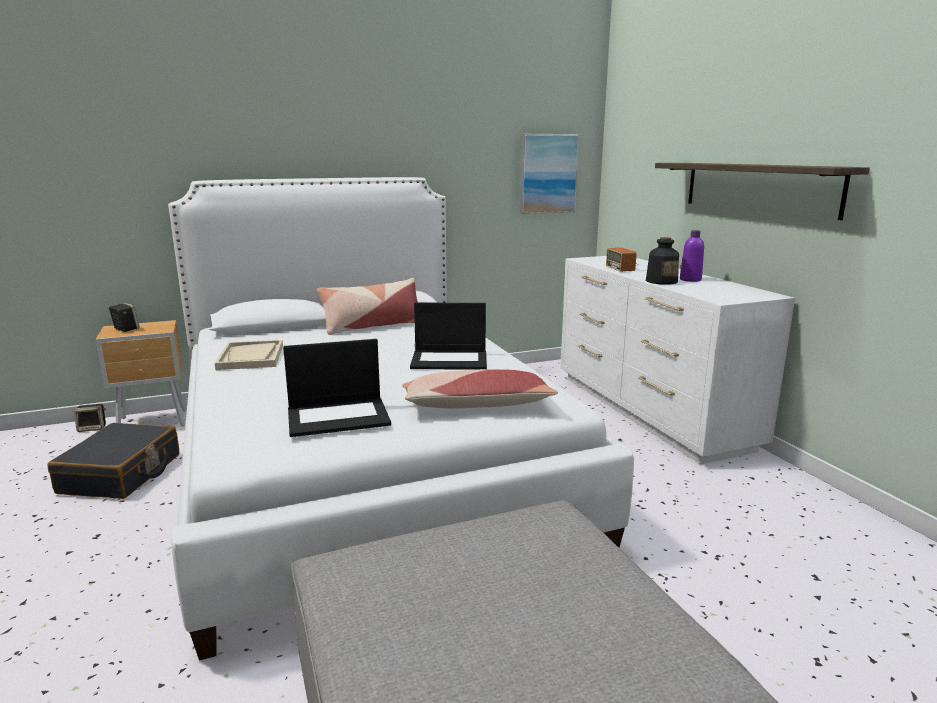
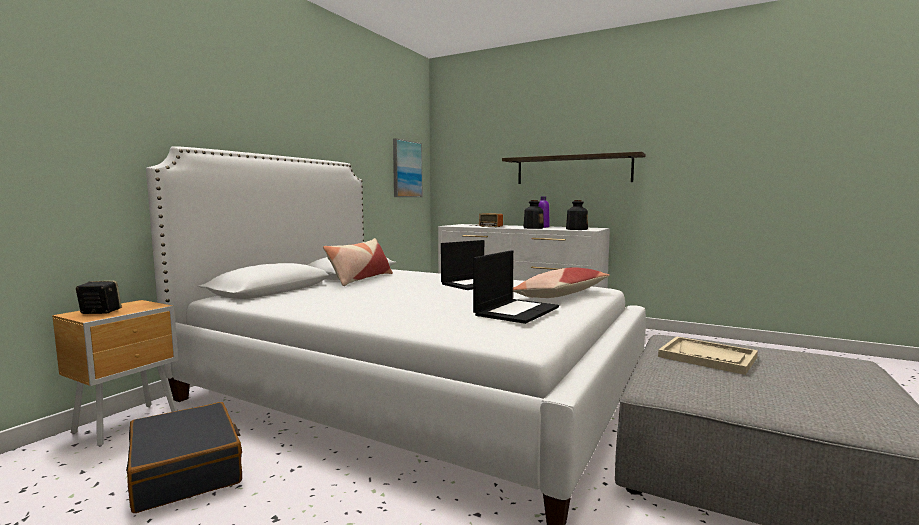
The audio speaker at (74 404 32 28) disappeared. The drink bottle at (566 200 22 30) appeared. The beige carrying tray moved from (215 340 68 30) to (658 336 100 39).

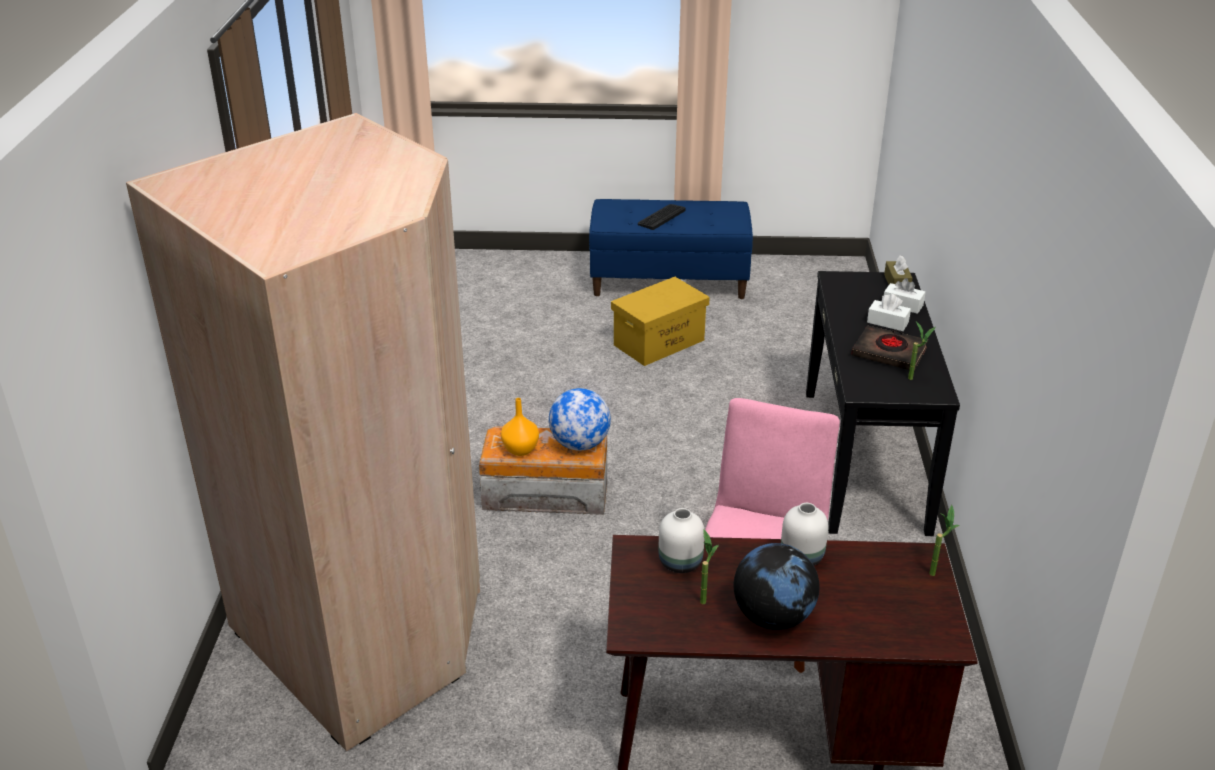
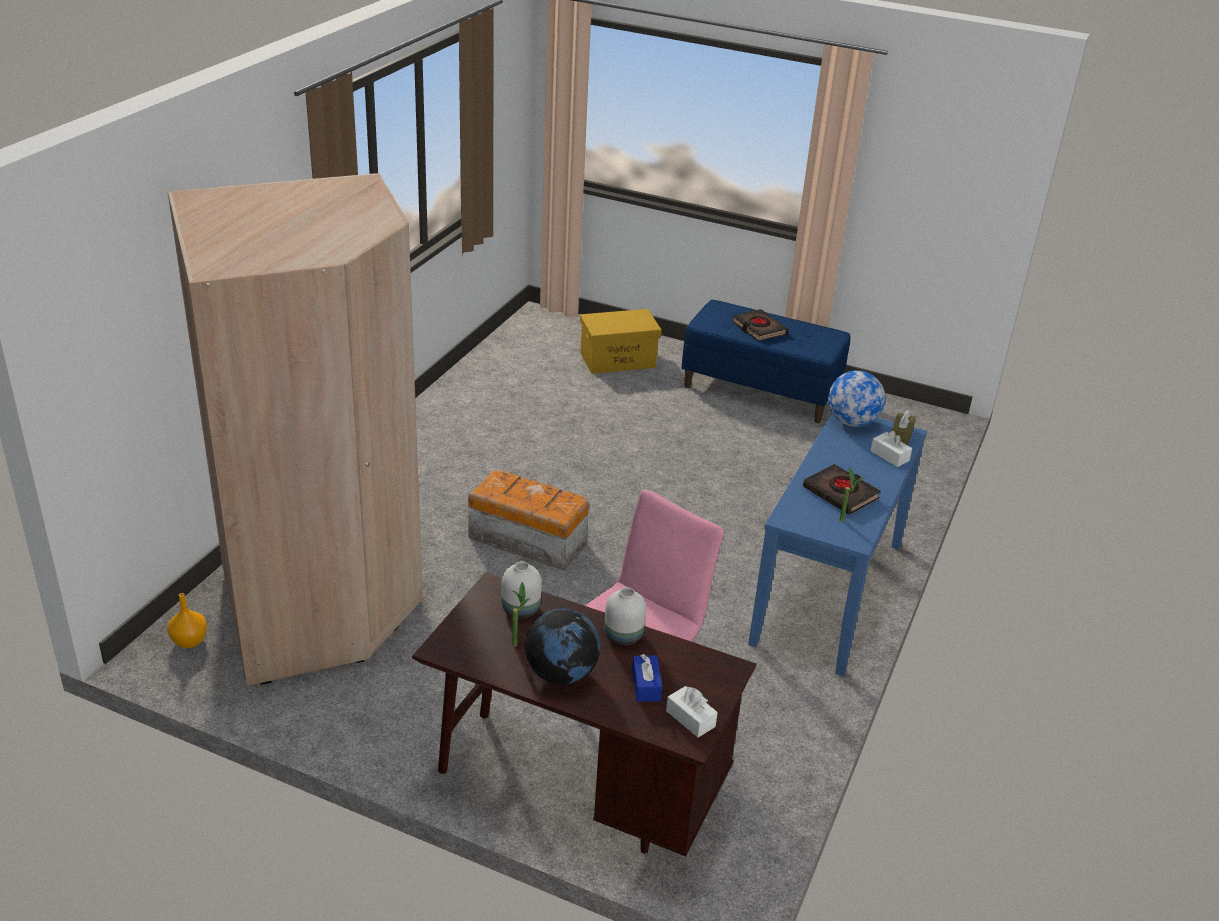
The plant in a pot at (929 505 30 71) disappeared. The bluish tissue holder at (632 654 30 48) appeared. The orangey vase moved from (501 398 38 58) to (167 593 40 55). The world globe moved from (549 388 62 63) to (828 370 57 57). The yellow storage box moved from (611 277 99 89) to (580 309 82 65). The white-coloured tissue holder moved from (867 294 44 37) to (666 686 52 52). The keyboard at (638 204 48 26) was replaced by the black-coloured bound book at (732 309 56 32). The black-coloured console table at (806 271 154 265) became the bluish console table at (748 414 179 262).

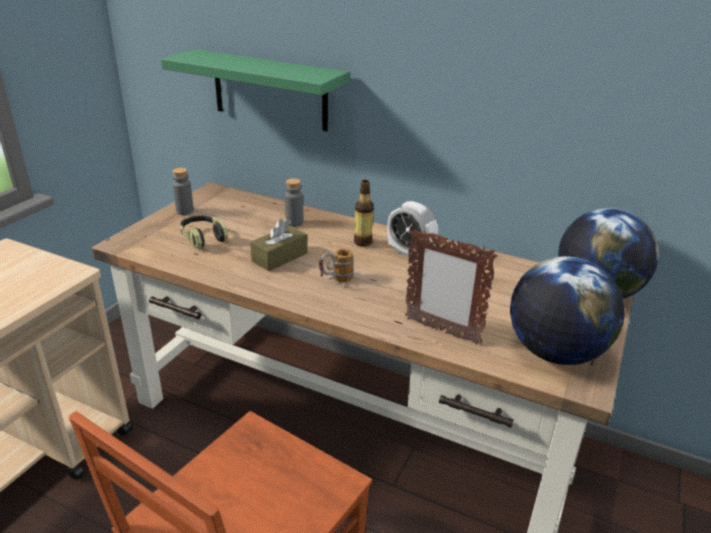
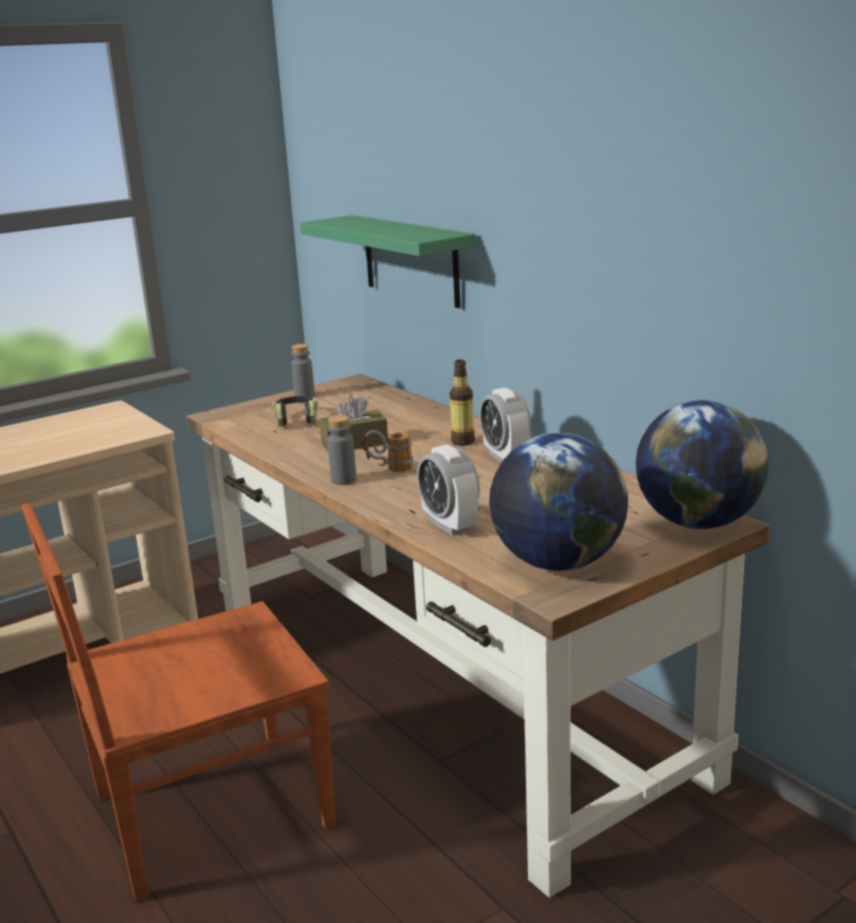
The greyish drink bottle moved from (285 178 18 49) to (327 415 29 70). The photo frame at (405 228 92 117) was replaced by the alarm clock at (417 444 63 91).

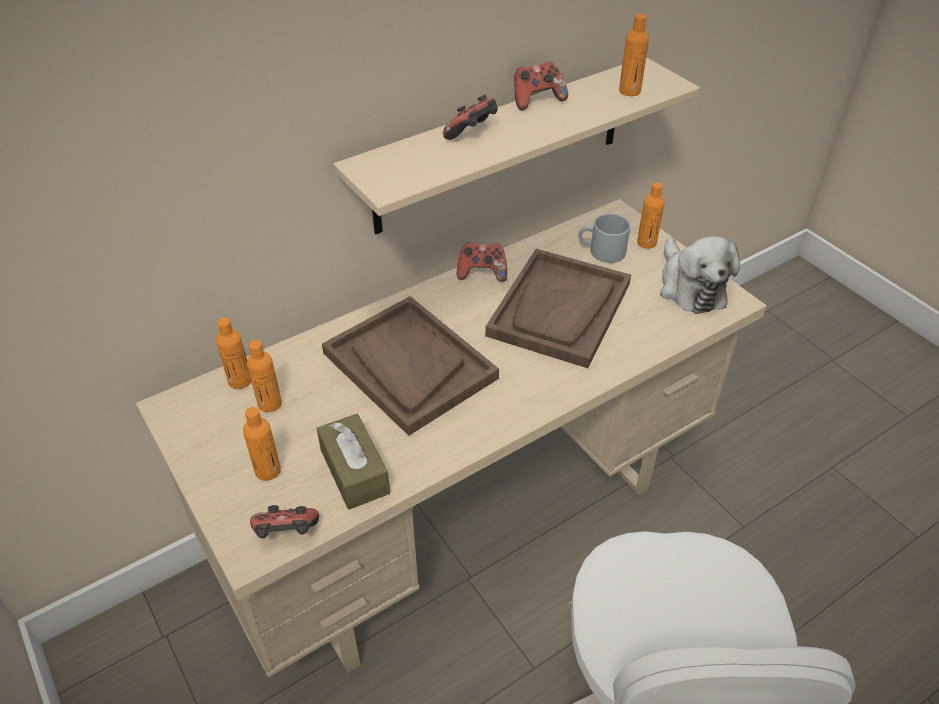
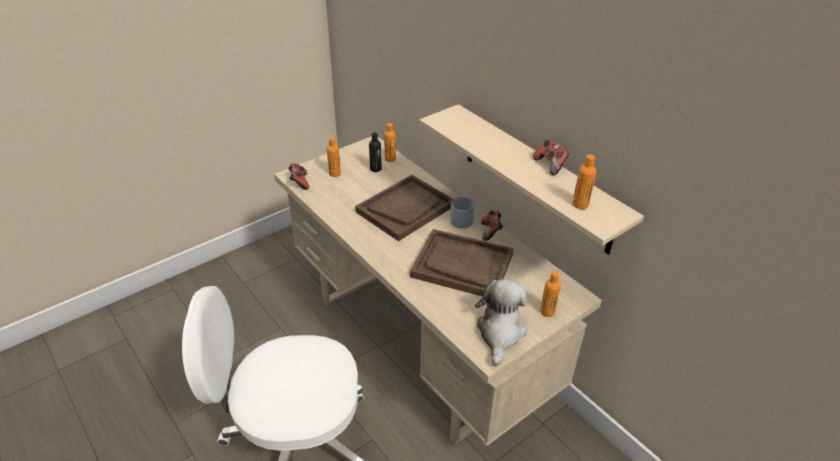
The brown tissue holder at (317 414 73 96) disappeared. The gamepad at (443 95 55 45) disappeared. The greyish mug moved from (578 214 52 49) to (450 197 24 31). The orangey drink bottle at (247 340 35 72) became the black-coloured drink bottle at (369 133 13 39). The plush toy at (660 236 80 78) turned 120 degrees clockwise.

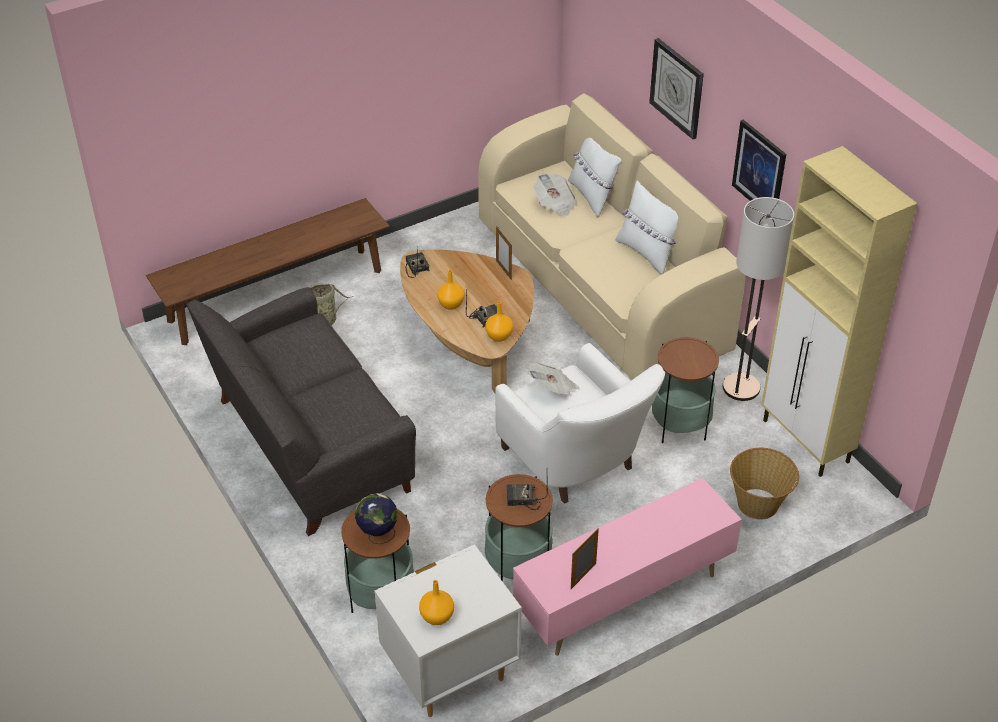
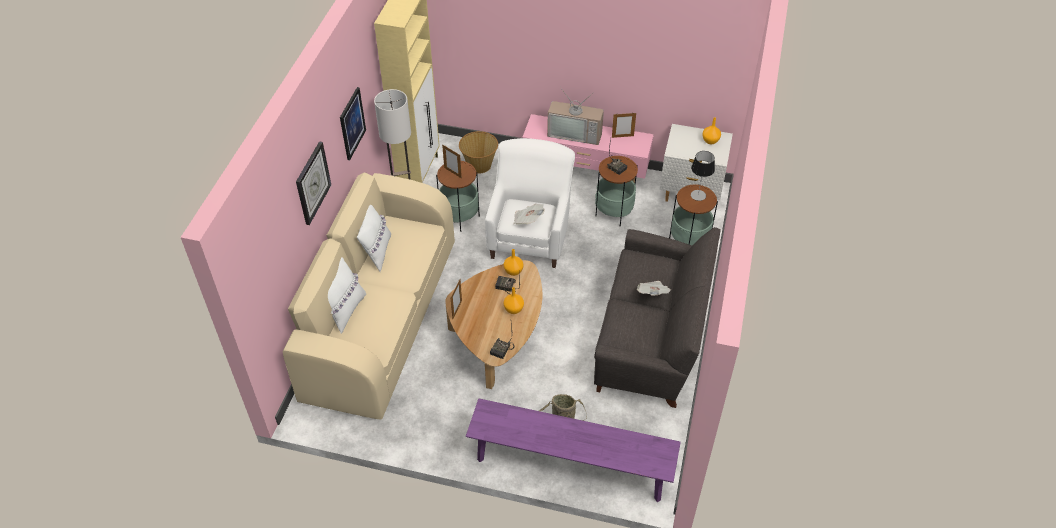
The photo frame at (442 144 20 34) appeared. The TV at (547 87 57 58) appeared. The printed paper moved from (534 173 43 44) to (637 281 34 15). The world globe at (355 493 43 51) was replaced by the lamp for a table at (691 151 24 50). The brown long seat at (146 198 244 147) became the purple long seat at (466 398 215 104).

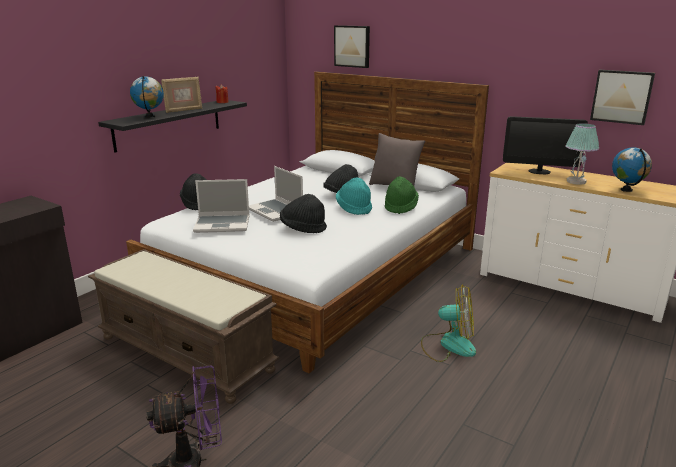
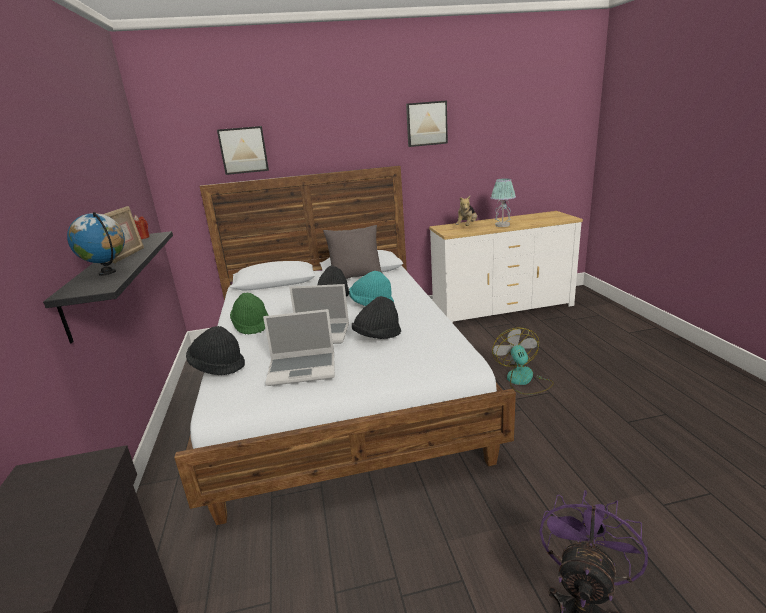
The brown long seat at (88 249 191 155) disappeared. The world globe at (612 147 40 45) disappeared. The green clothing hat moved from (385 176 34 38) to (230 293 39 41). The picture moved from (590 70 65 55) to (406 100 42 47). The monitor at (503 116 85 59) was replaced by the plush toy at (455 196 22 30). The laptop at (193 179 57 54) turned 45 degrees clockwise. The fan at (421 285 55 77) turned 60 degrees counterclockwise.

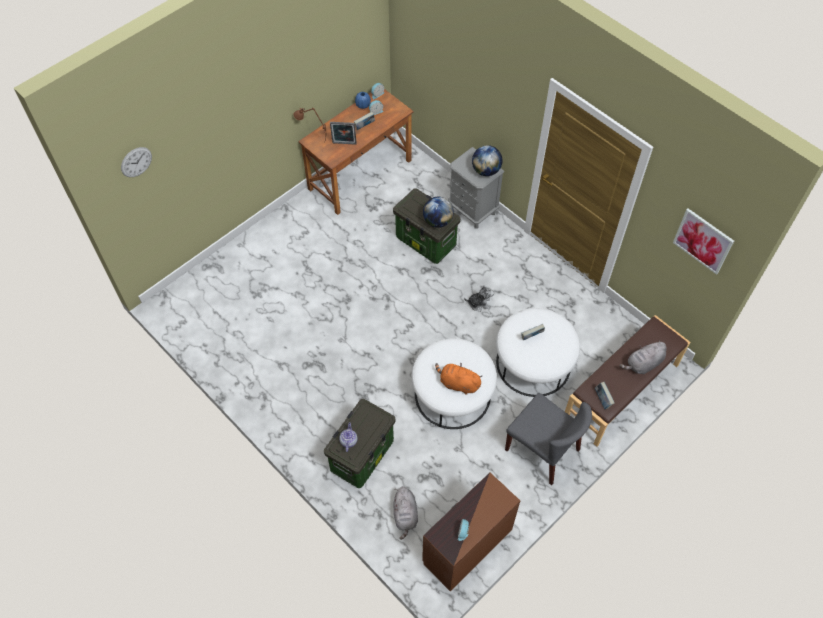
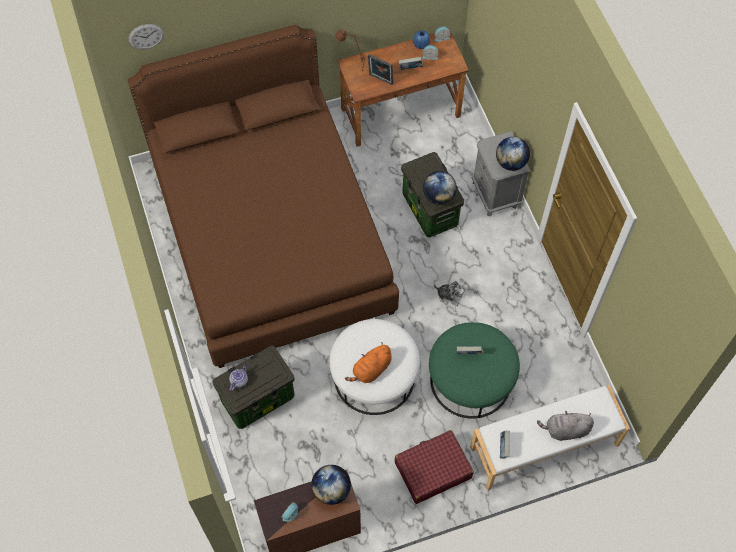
The greyish plush toy at (394 486 24 54) disappeared. The picture at (673 209 61 66) disappeared. The brown sleeping bed at (128 24 271 344) appeared. The world globe at (311 465 40 40) appeared. The greyish plain chair at (505 393 87 92) was replaced by the red travel case at (395 430 79 74). The white-coloured footrest at (496 308 84 89) became the green footrest at (429 322 91 97). The brown long seat at (565 315 125 132) became the white-coloured long seat at (470 385 160 106). The orangey plush toy at (435 363 48 32) turned 90 degrees counterclockwise.

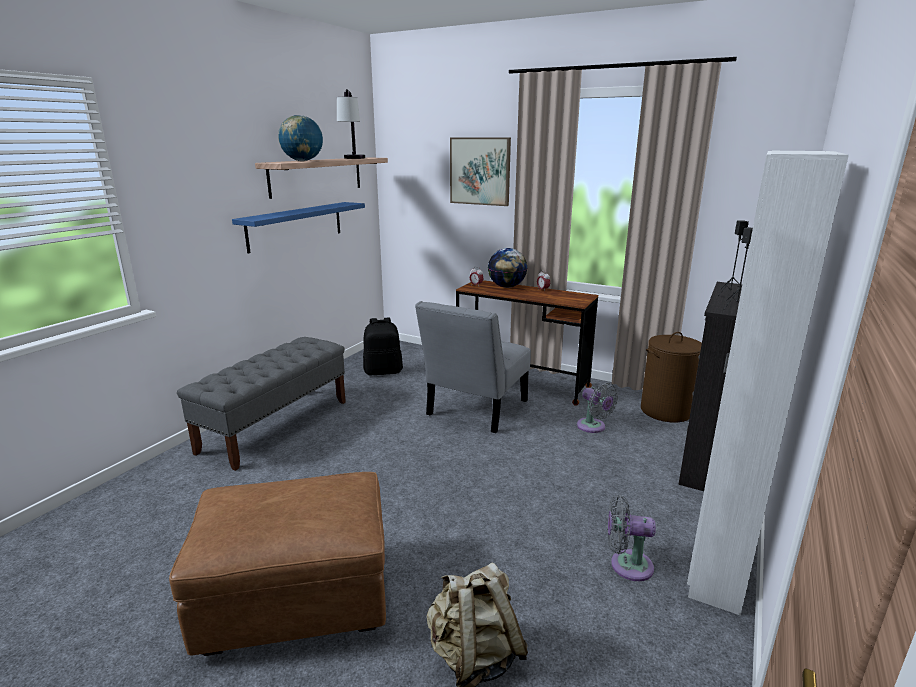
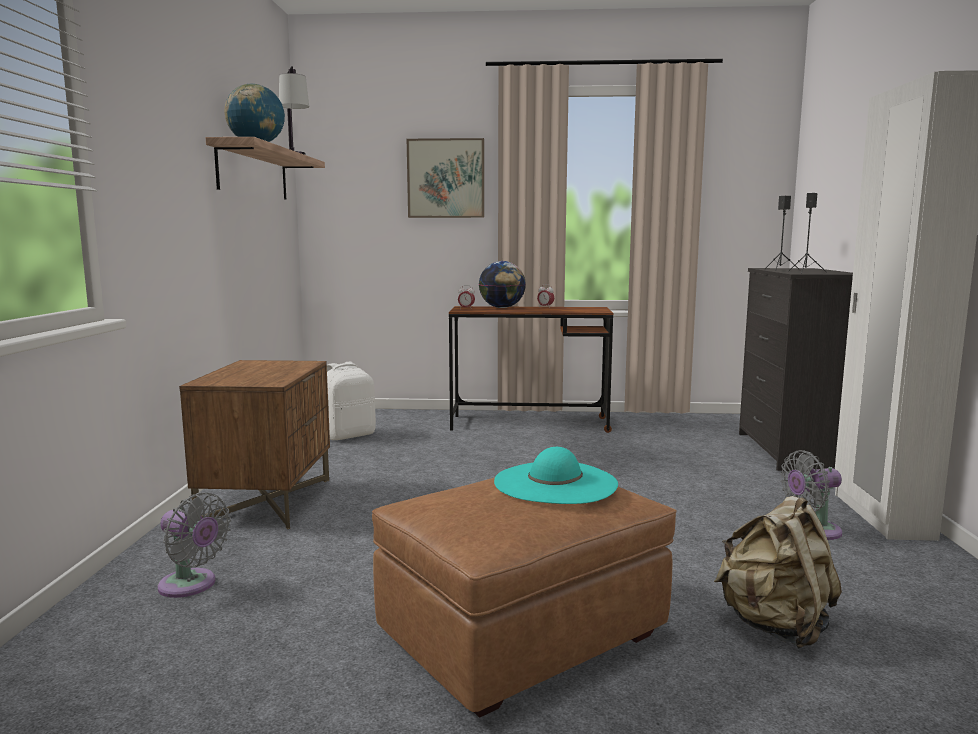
The bluish wall shelf at (232 202 133 51) disappeared. The greyish plain chair at (415 301 116 132) disappeared. The brown washing basket at (641 332 61 91) disappeared. The blue-green clothing hat at (494 447 124 57) appeared. The greyish fan moved from (577 383 41 50) to (158 492 73 106). The greyish long seat at (177 337 169 134) was replaced by the brown bedside table at (179 360 151 169). The black-coloured knapsack at (363 318 40 57) became the white-coloured knapsack at (327 361 49 79).

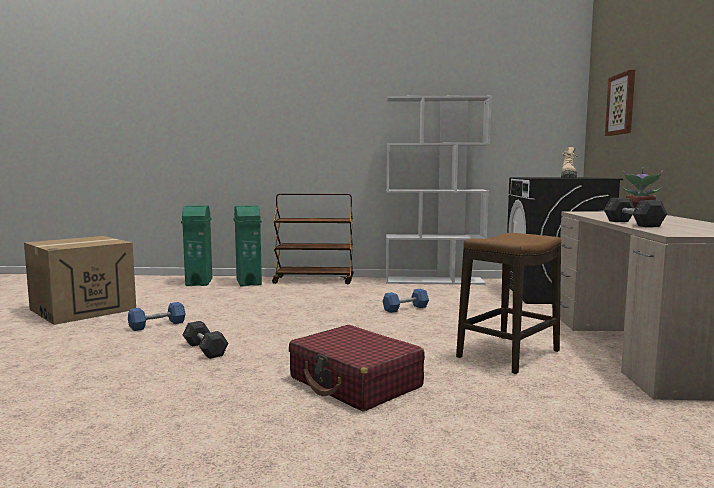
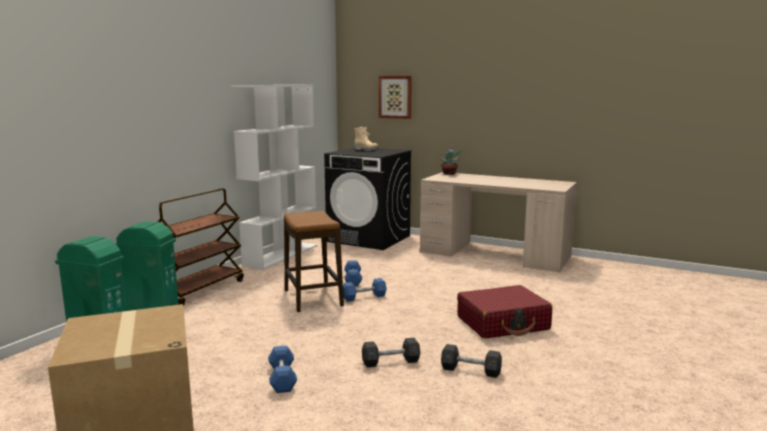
The bluish free weight at (343 278 44 24) appeared. The stool seat moved from (456 233 105 141) to (284 211 60 101). The greyish free weight moved from (604 198 63 29) to (441 344 61 34).

